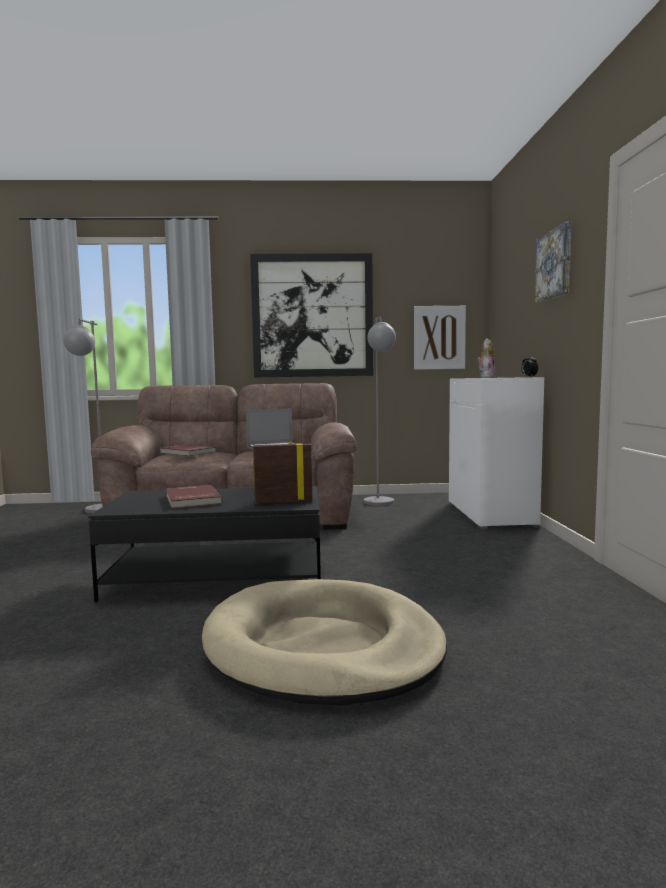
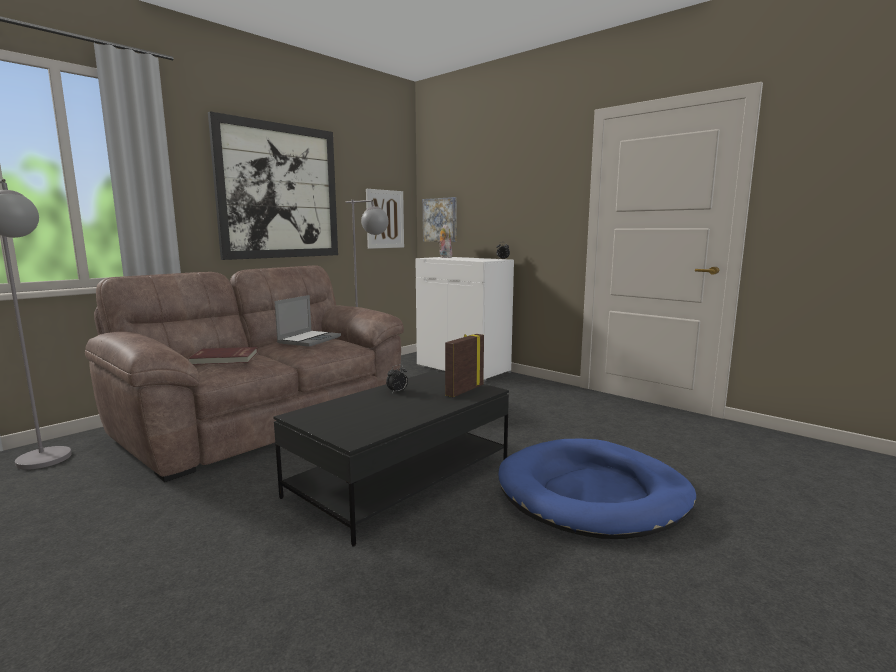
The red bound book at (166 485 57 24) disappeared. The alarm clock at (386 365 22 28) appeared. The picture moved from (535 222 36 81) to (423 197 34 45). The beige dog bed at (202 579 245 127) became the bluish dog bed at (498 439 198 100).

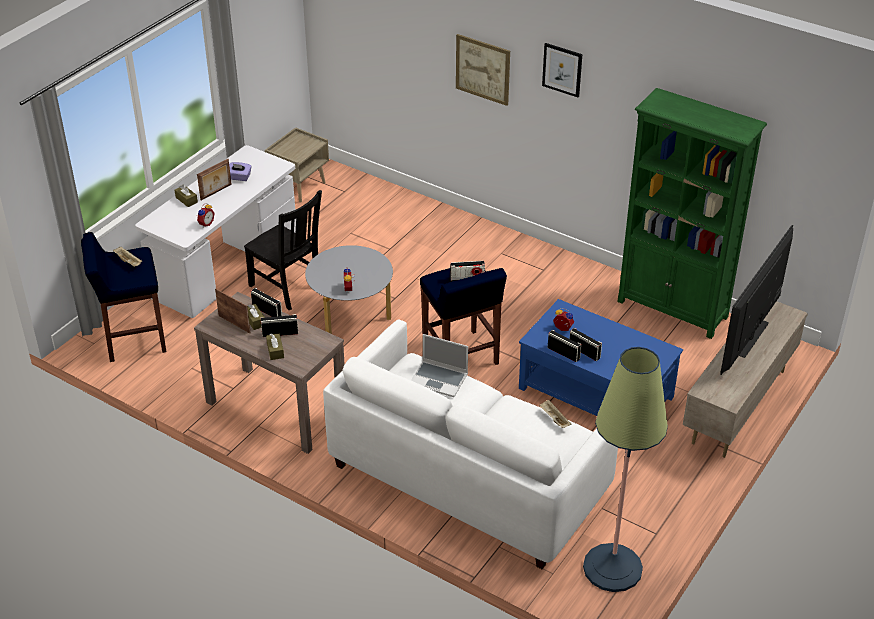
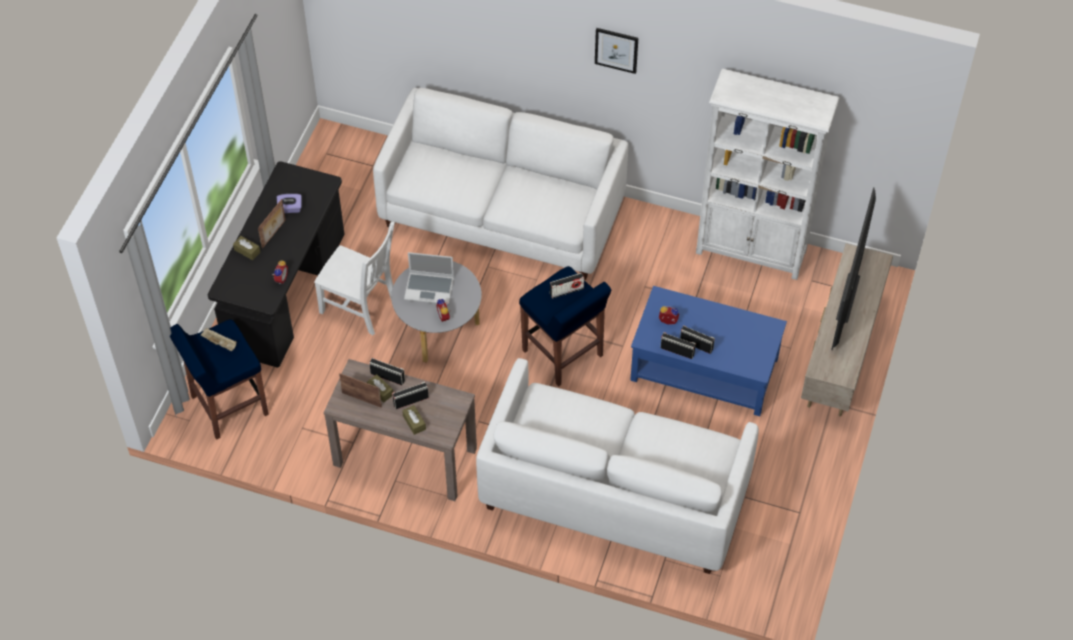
The beige bedside table at (265 127 64 76) disappeared. The picture at (456 34 54 72) disappeared. The beige carrying tray at (539 399 33 29) disappeared. The standing lamp at (583 347 85 245) disappeared. The white-coloured couch at (373 88 255 192) appeared. The laptop moved from (411 334 57 63) to (404 252 50 53). The white-coloured desk table at (135 145 161 173) became the black-coloured desk table at (208 161 136 207). The black-coloured plain chair at (244 190 78 120) became the white-coloured plain chair at (314 222 81 114). The green shelving unit at (617 88 150 251) became the white-coloured shelving unit at (696 69 143 211).

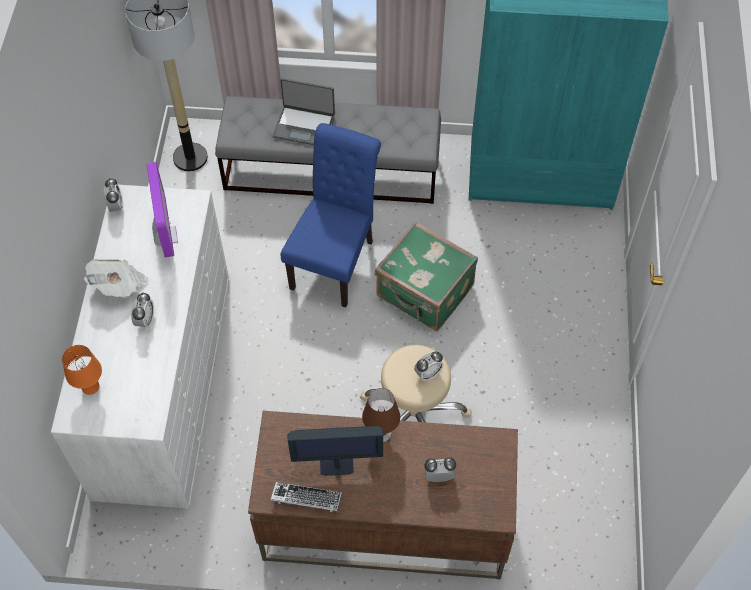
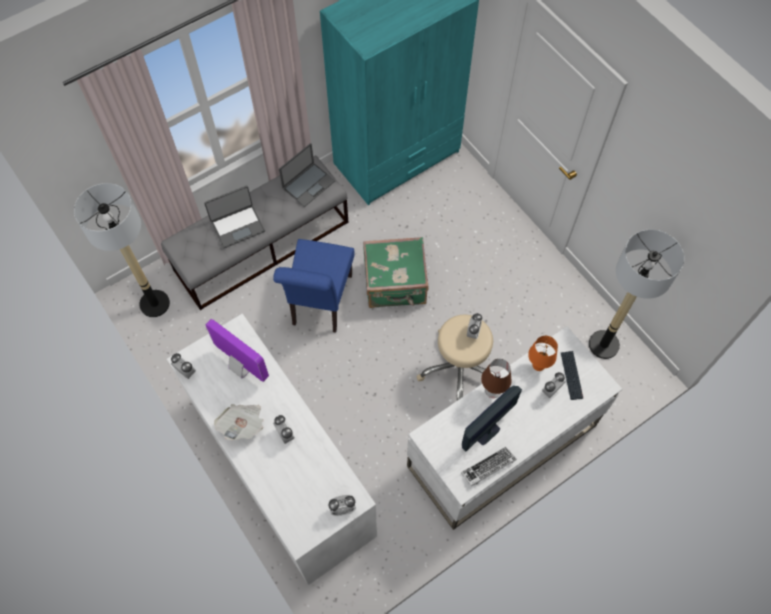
The laptop at (279 143 56 64) appeared. The alarm clock at (329 495 27 21) appeared. The keyboard at (561 351 22 49) appeared. The standing lamp at (589 230 95 129) appeared. The orangey lamp for a table moved from (62 345 40 50) to (528 336 30 35). The brown desk table at (248 411 270 168) became the white-coloured desk table at (407 326 215 204). The bluish plain chair at (281 123 100 184) turned 150 degrees counterclockwise.

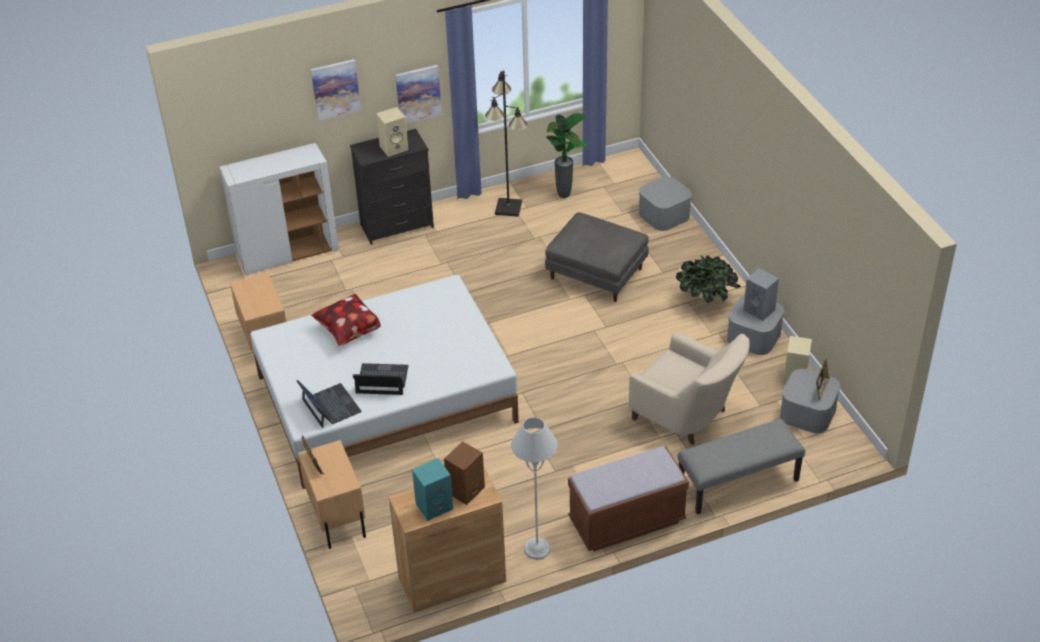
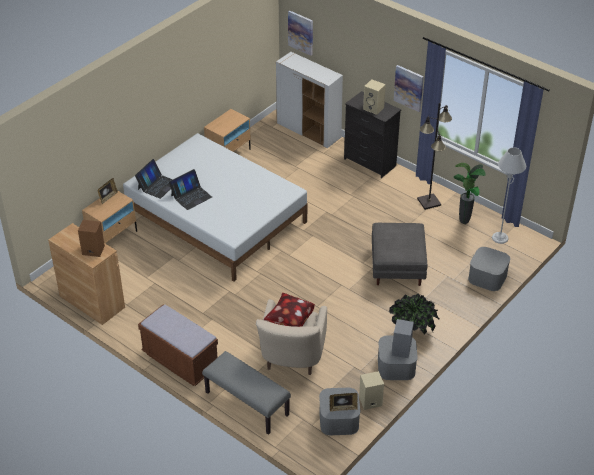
The blue-green audio speaker at (412 458 41 63) disappeared. The picture moved from (311 59 50 62) to (288 10 25 46). The throw pillow moved from (311 294 70 52) to (263 293 52 34). The greyish standing lamp moved from (511 417 47 143) to (492 147 34 97). The laptop at (353 363 56 32) turned 75 degrees clockwise.

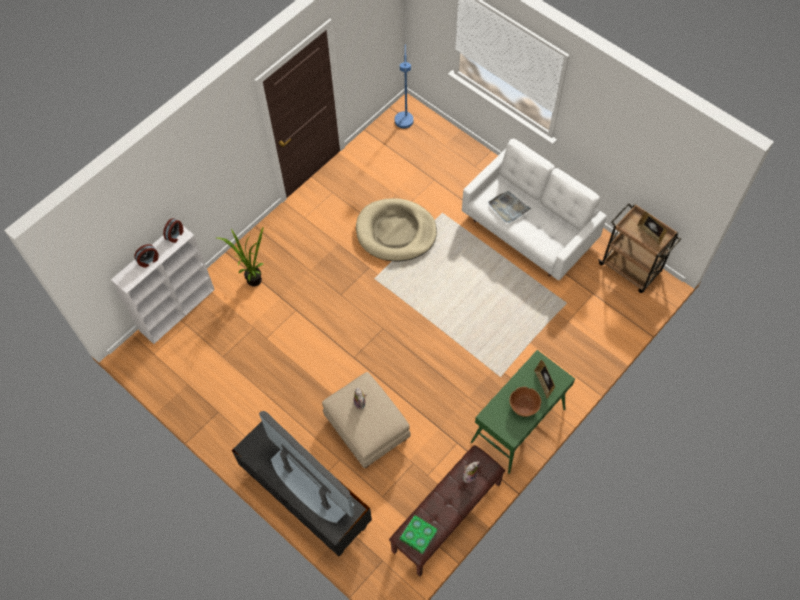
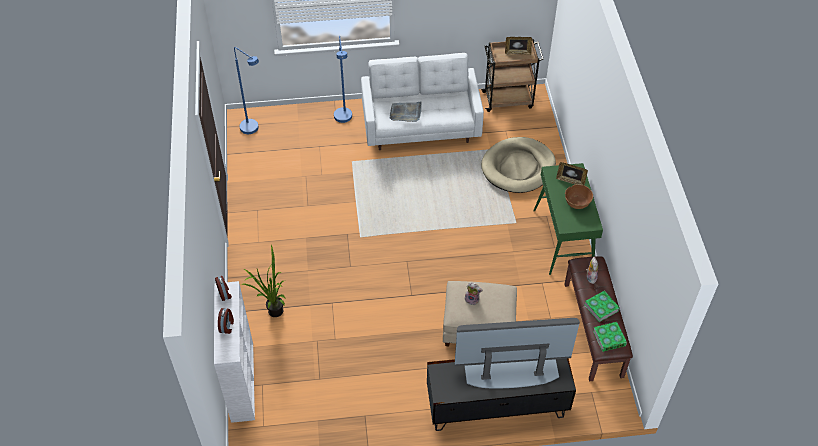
The bluish standing lamp at (334 36 18 87) appeared. The bound book at (584 291 36 31) appeared. The beige dog bed moved from (356 198 81 64) to (481 137 75 56).

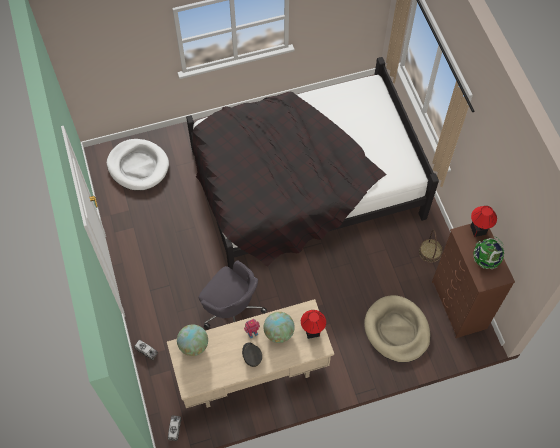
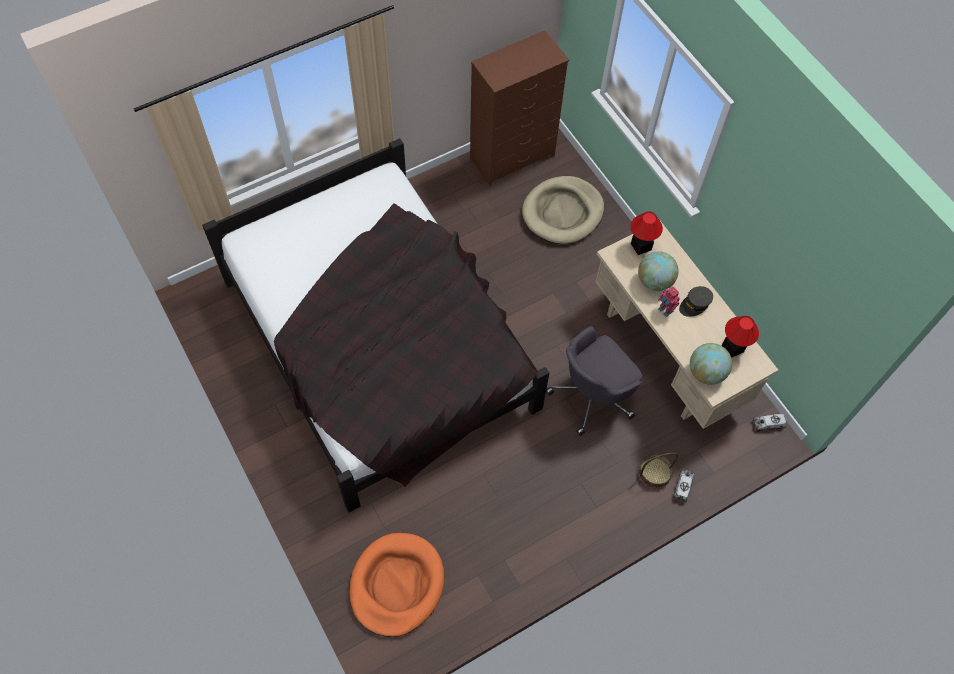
The world globe at (474 236 30 33) disappeared. The storage basket moved from (419 230 24 33) to (639 452 39 37). The lamp for a table moved from (470 206 27 31) to (722 316 37 42). The white-coloured dog bed at (107 139 62 52) became the orangey dog bed at (349 533 95 104). The greyish desk chair at (199 260 68 69) turned 150 degrees counterclockwise.

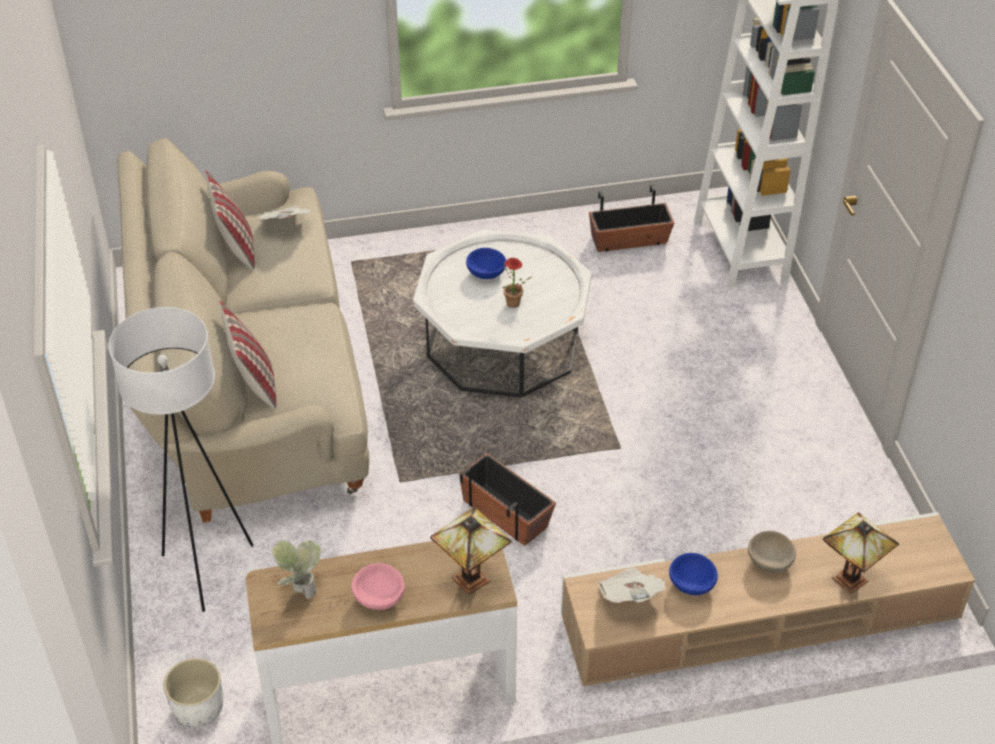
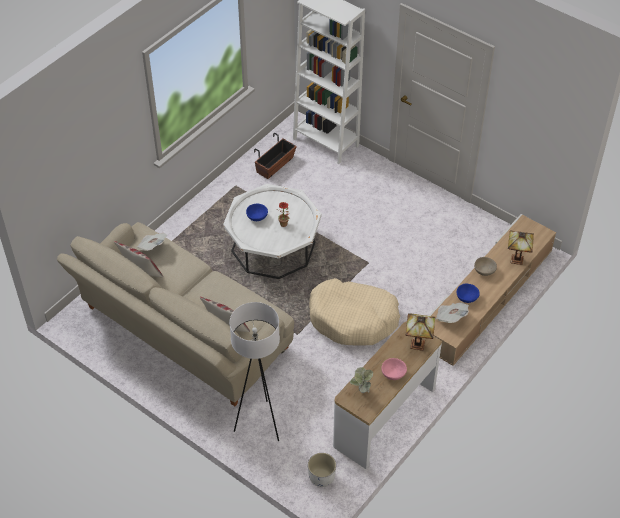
The flower pot at (459 453 97 93) was replaced by the beige dog bed at (309 278 91 67).

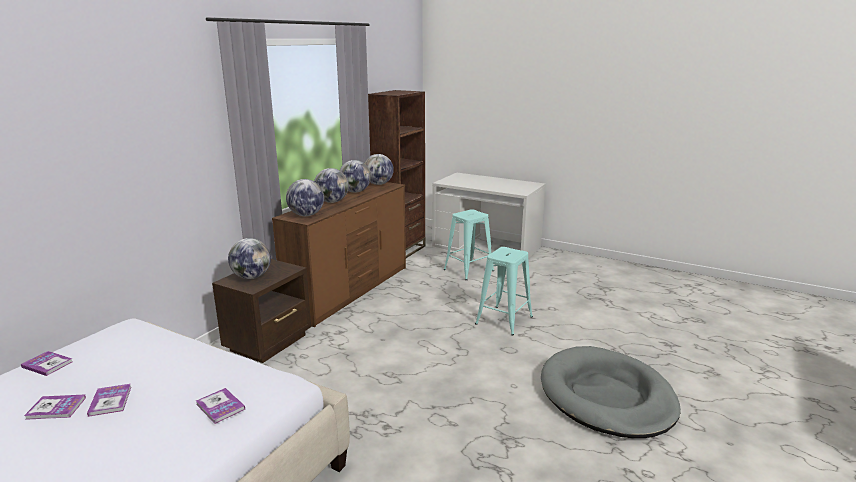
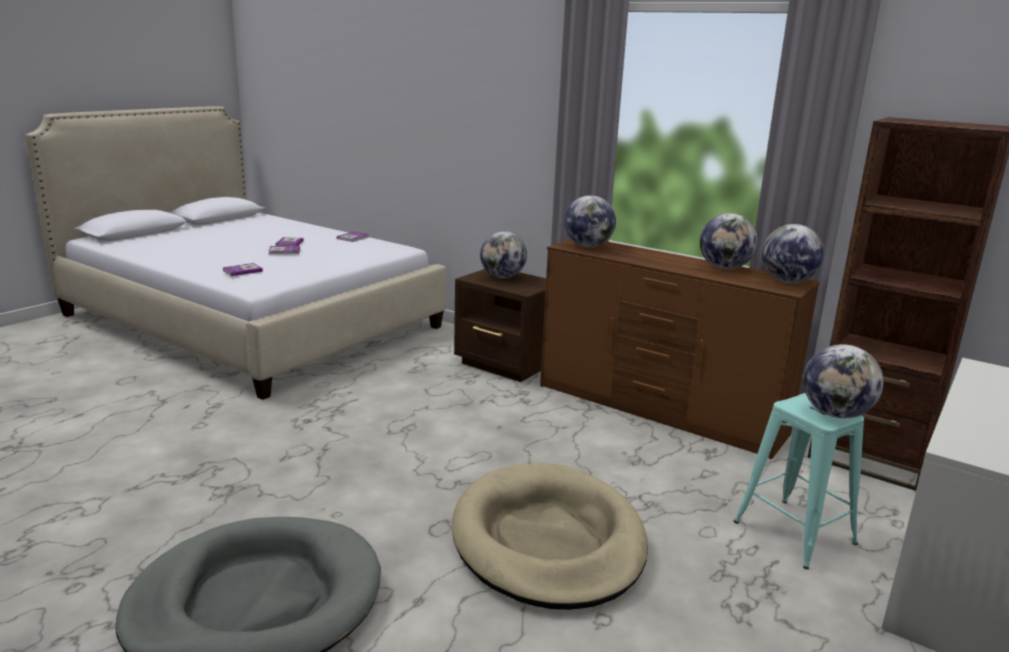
The world globe moved from (314 168 35 35) to (803 344 81 74). The blue-green stool seat at (475 247 58 89) was replaced by the beige dog bed at (452 463 196 147).

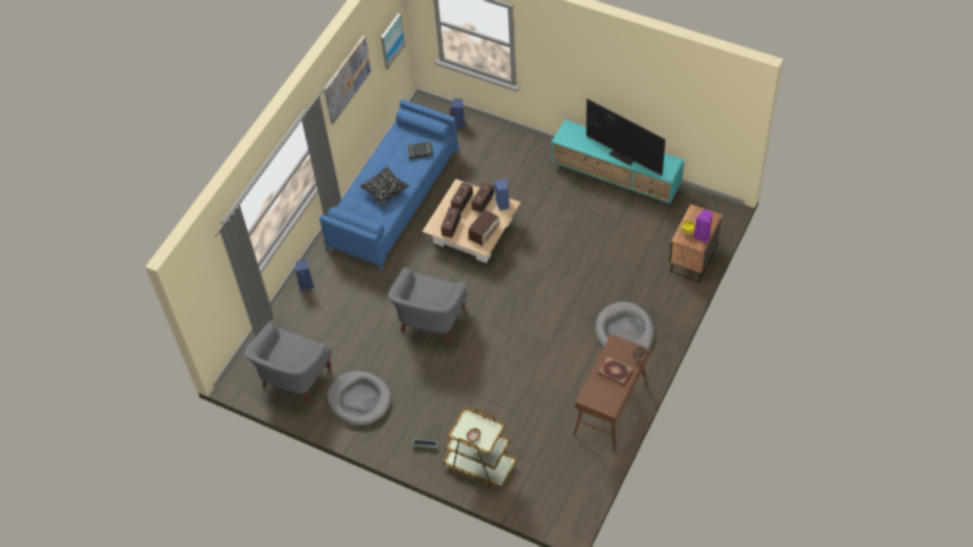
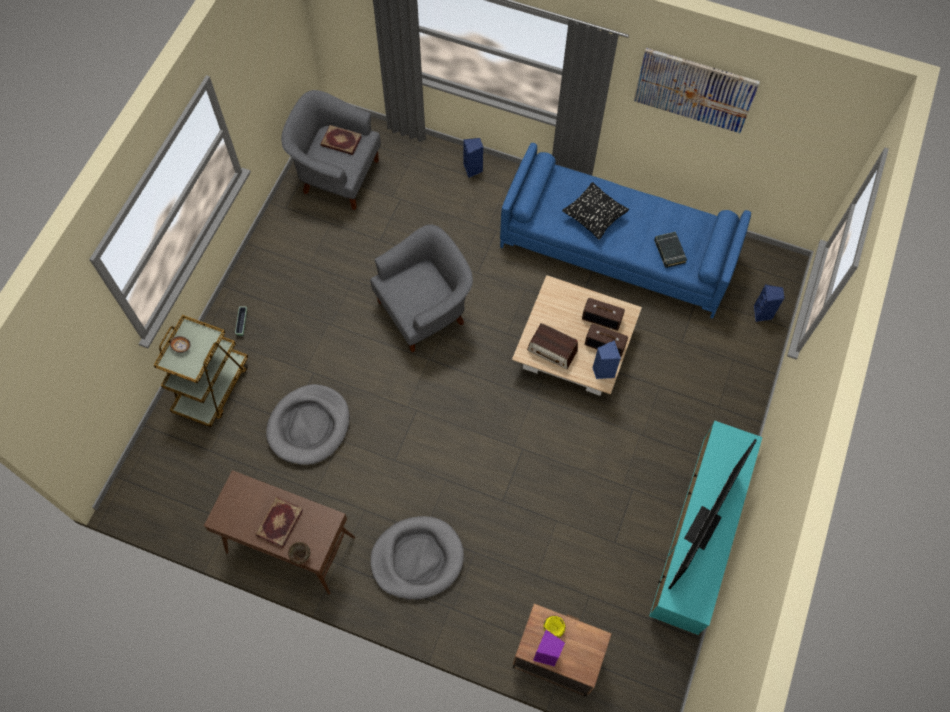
The picture at (381 13 24 57) disappeared. The radio set at (441 207 20 31) disappeared. The bound book at (320 125 42 30) appeared. The greyish dog bed moved from (327 371 64 55) to (266 384 84 81). The greyish easy chair at (388 268 79 75) turned 135 degrees clockwise.

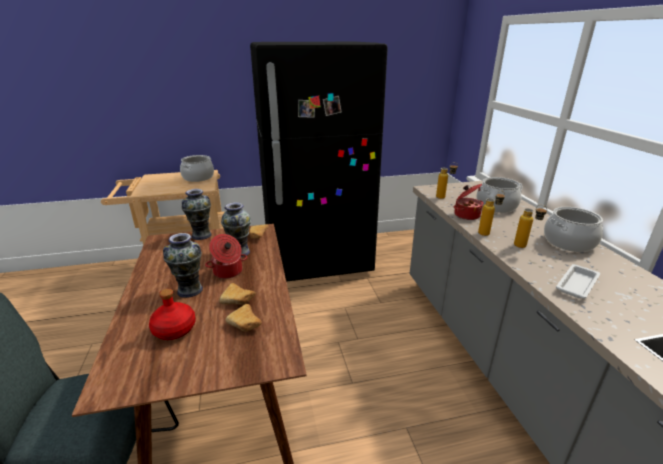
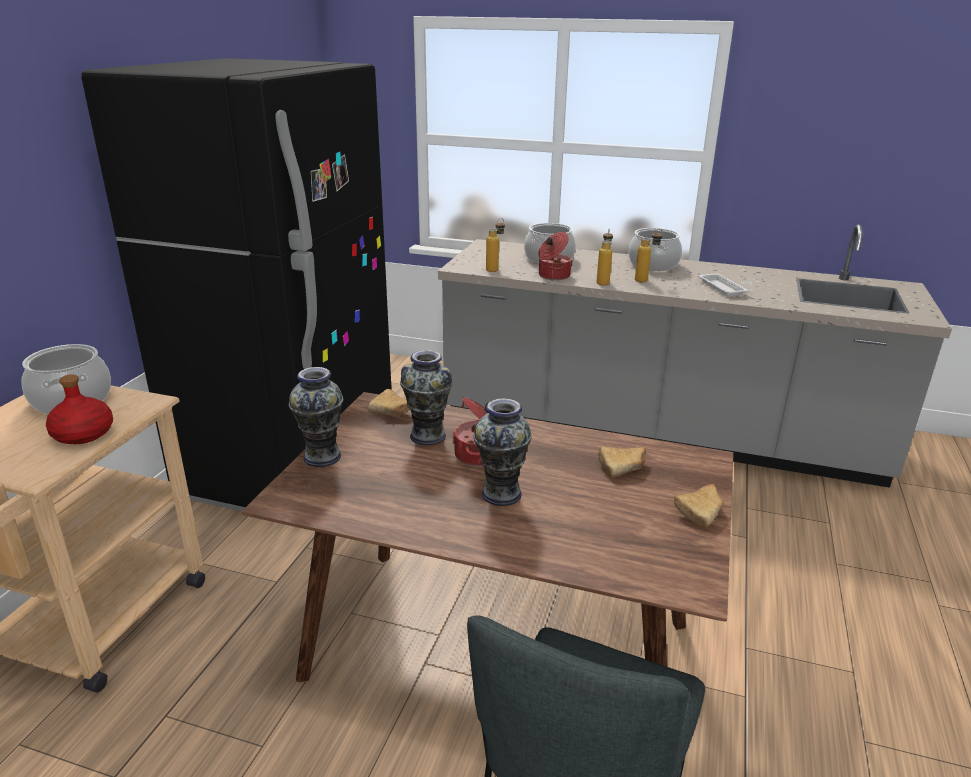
The red drink bottle moved from (149 289 47 51) to (46 374 67 70). The bakery bread moved from (219 283 37 22) to (674 484 50 44).

